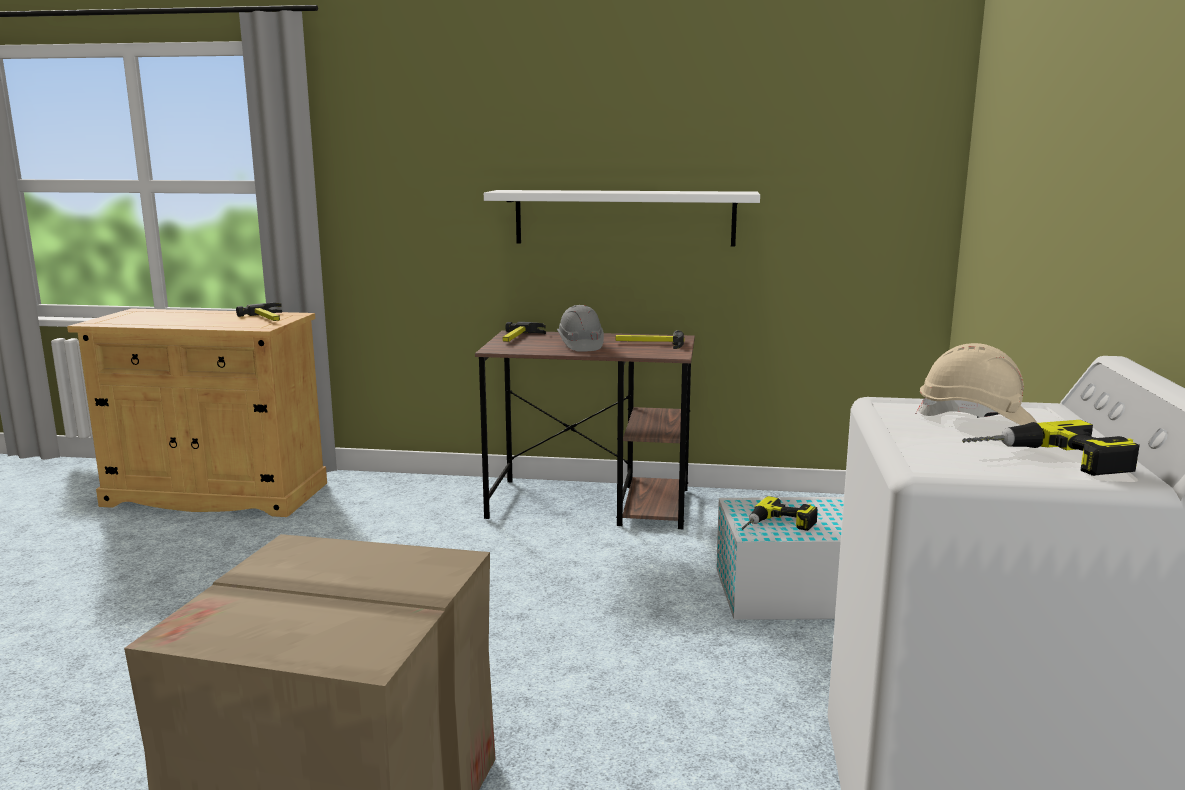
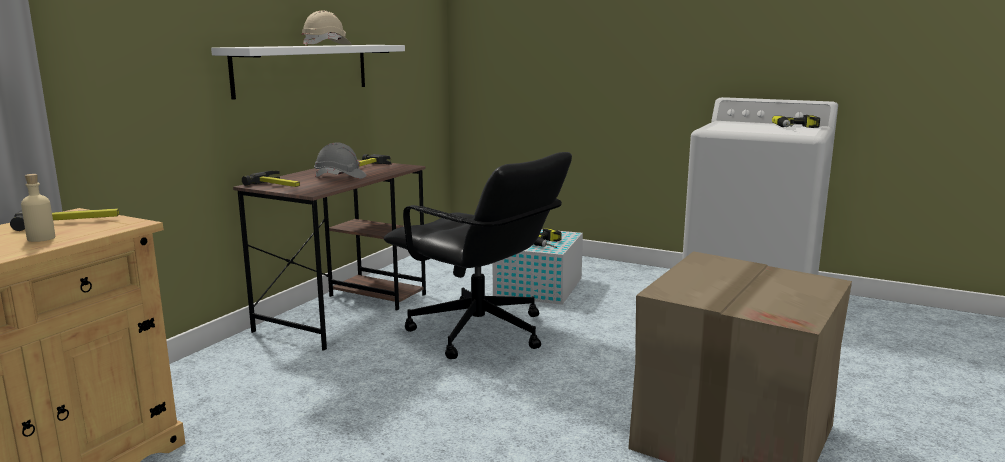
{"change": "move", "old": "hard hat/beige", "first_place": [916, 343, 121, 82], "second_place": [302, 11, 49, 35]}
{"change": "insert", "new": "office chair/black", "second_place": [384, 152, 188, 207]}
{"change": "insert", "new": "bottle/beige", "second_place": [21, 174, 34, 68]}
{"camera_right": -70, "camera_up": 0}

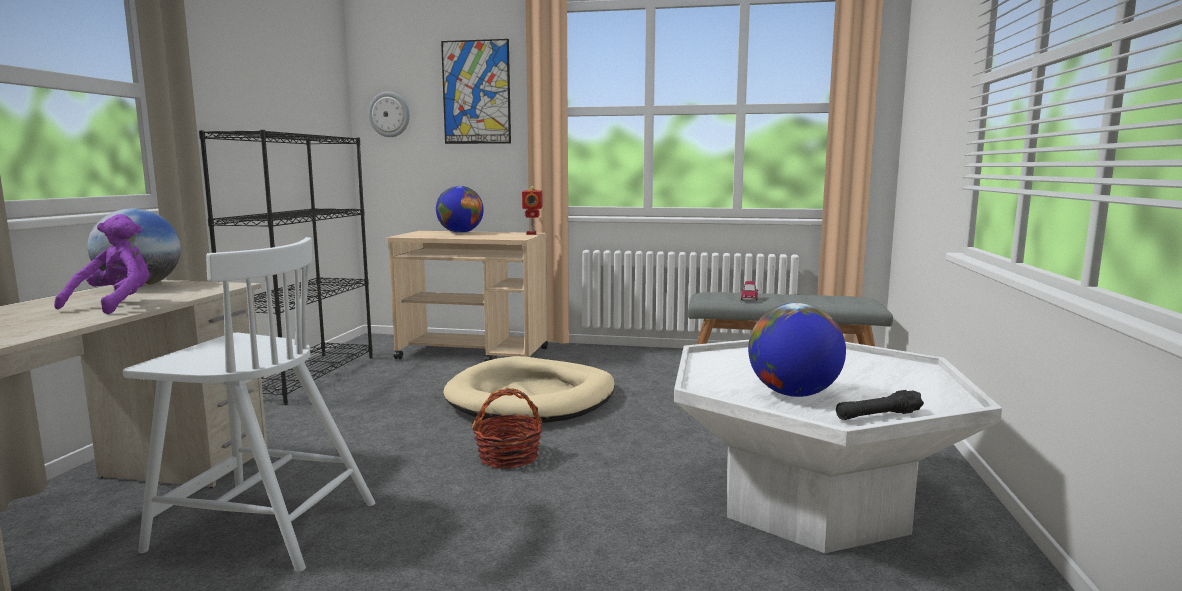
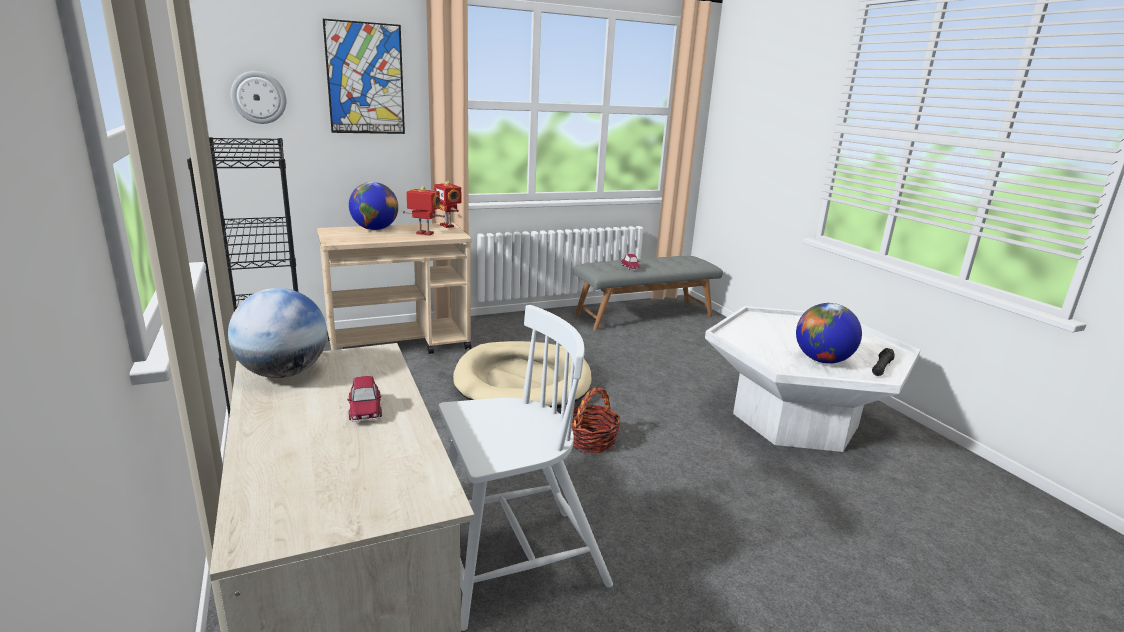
{"change": "replace", "old": "plush toy/purple", "new": "toy car", "first_place": [54, 214, 95, 100], "second_place": [347, 376, 35, 46]}
{"change": "insert", "new": "toy robot", "second_place": [403, 186, 42, 50]}
{"camera_right": -35, "camera_up": 10}

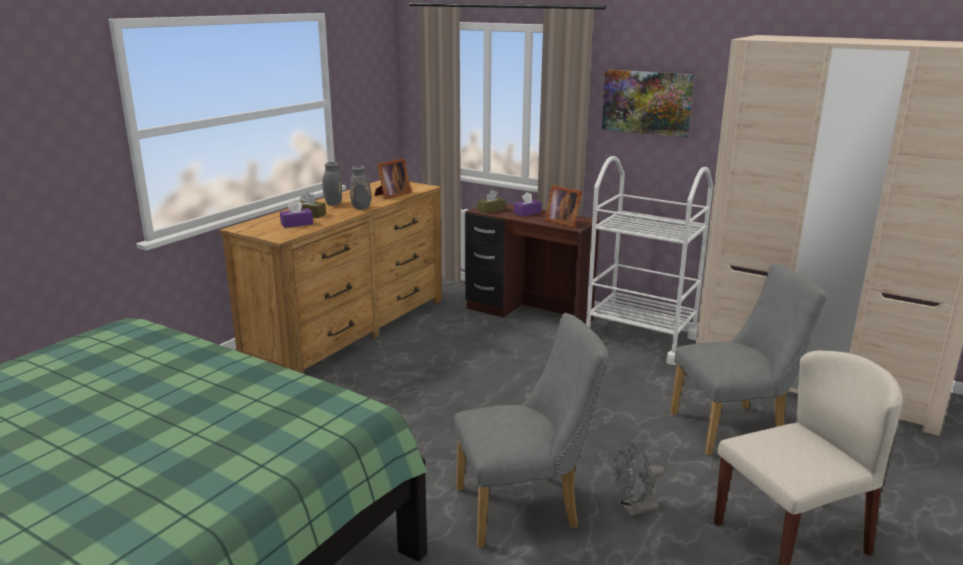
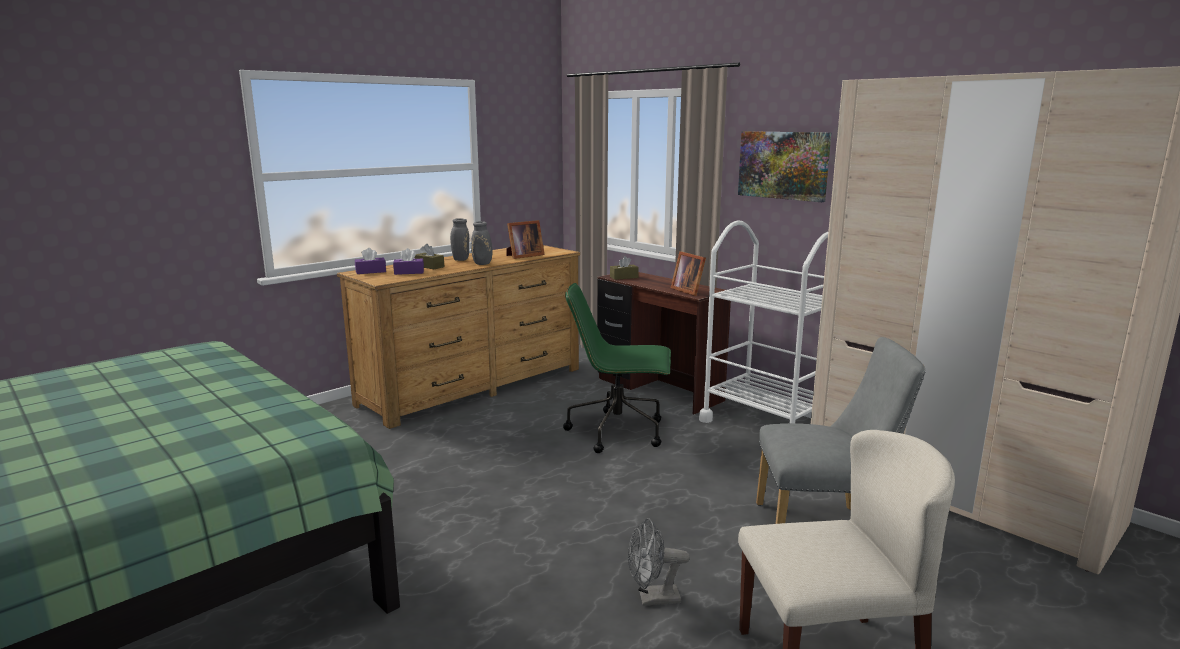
{"change": "move", "old": "tissue box/purple", "first_place": [514, 192, 28, 24], "second_place": [355, 248, 31, 26]}
{"change": "delete", "old": "chair/grey", "first_place": [454, 313, 154, 235]}
{"change": "insert", "new": "office chair/green", "second_place": [563, 283, 108, 170]}
{"camera_right": 15, "camera_up": -5}

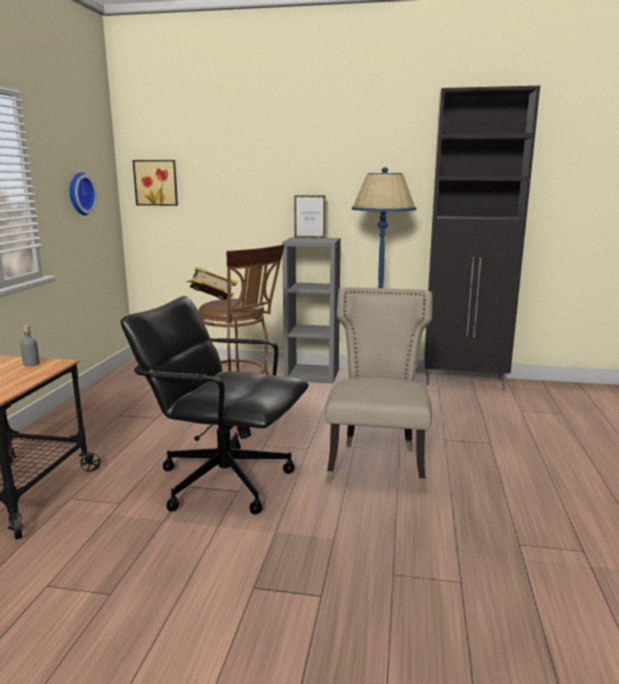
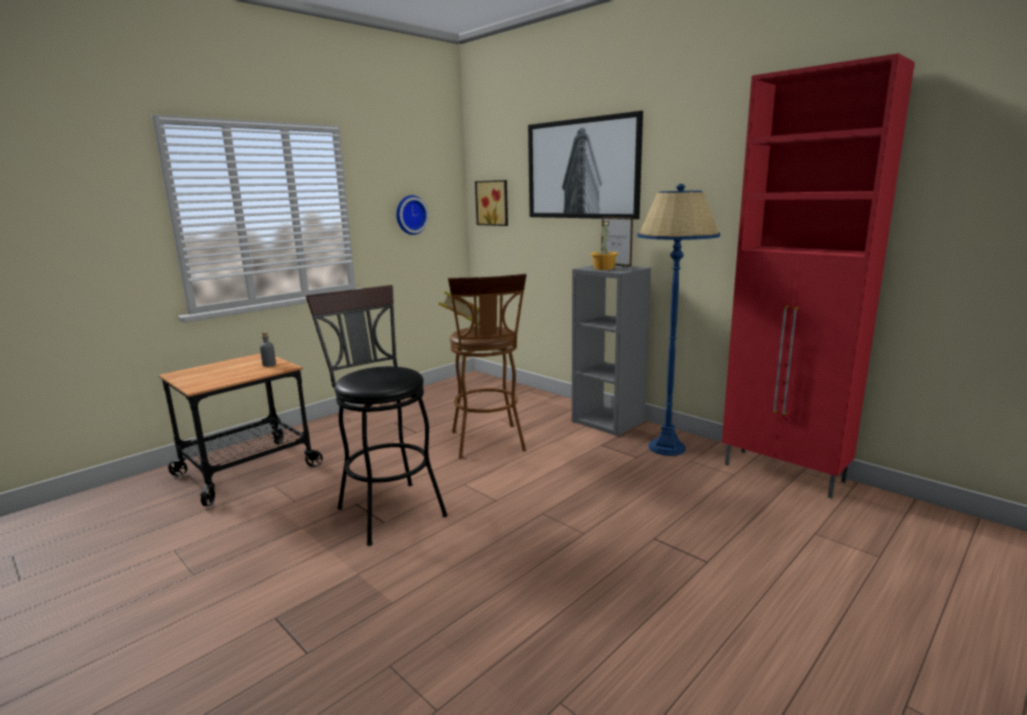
{"change": "recolor", "old": "cabinet/black", "new": "cabinet/red", "first_place": [424, 86, 116, 304], "second_place": [722, 53, 193, 445]}
{"change": "delete", "old": "chair/beige", "first_place": [325, 287, 107, 205]}
{"change": "replace", "old": "office chair/black", "new": "stool/black", "first_place": [121, 296, 188, 218], "second_place": [306, 285, 142, 261]}
{"change": "insert", "new": "picture", "second_place": [528, 111, 115, 108]}
{"change": "insert", "new": "potted plant", "second_place": [590, 221, 28, 49]}
{"camera_right": 35, "camera_up": 0}

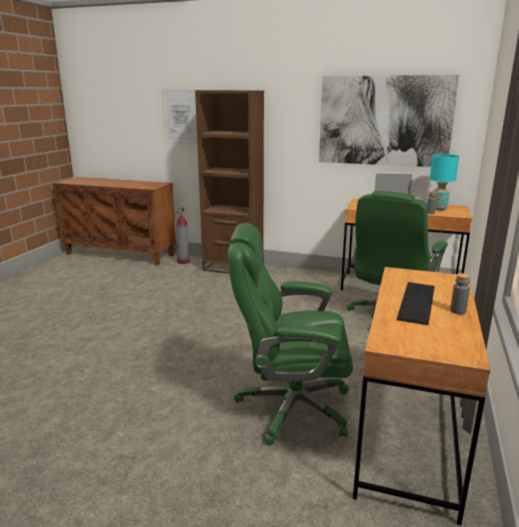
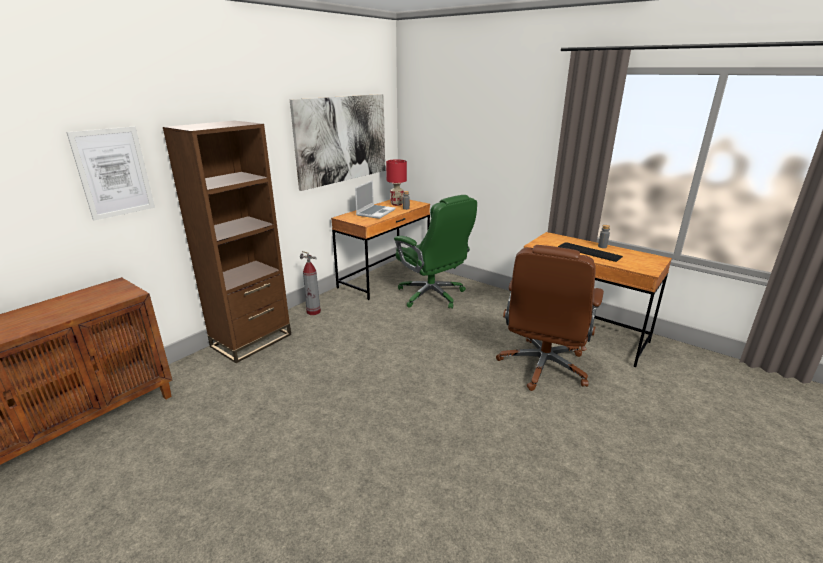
{"change": "recolor", "old": "table lamp/turquoise", "new": "table lamp/red", "first_place": [430, 154, 29, 56], "second_place": [386, 159, 21, 47]}
{"change": "move", "old": "fire extinguisher", "first_place": [176, 206, 14, 58], "second_place": [300, 251, 21, 64]}
{"change": "recolor", "old": "office chair/green", "new": "office chair/brown", "first_place": [228, 223, 125, 222], "second_place": [496, 245, 108, 146]}
{"camera_right": -70, "camera_up": 5}

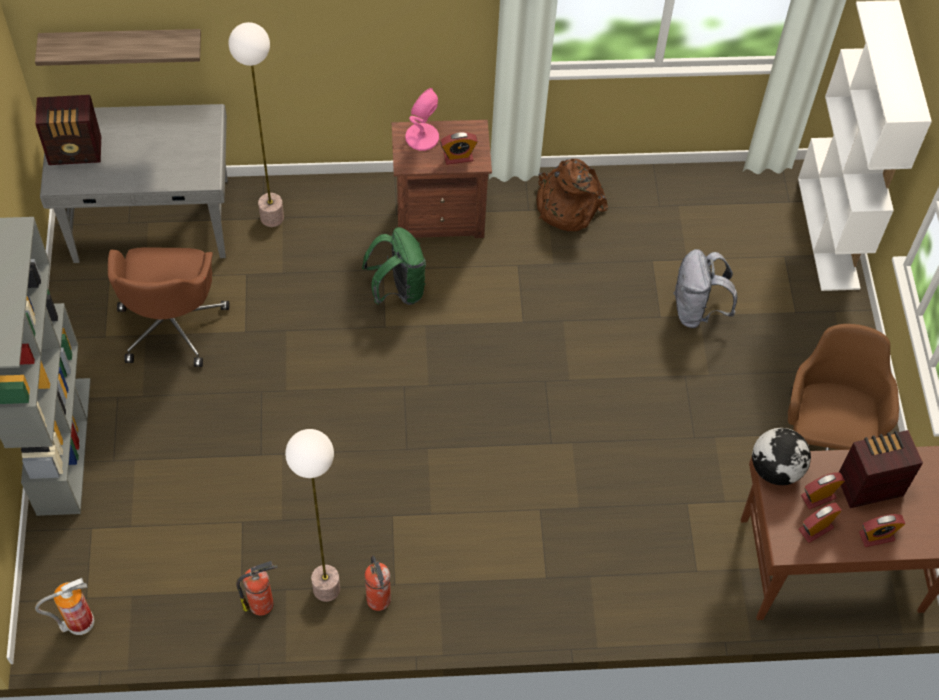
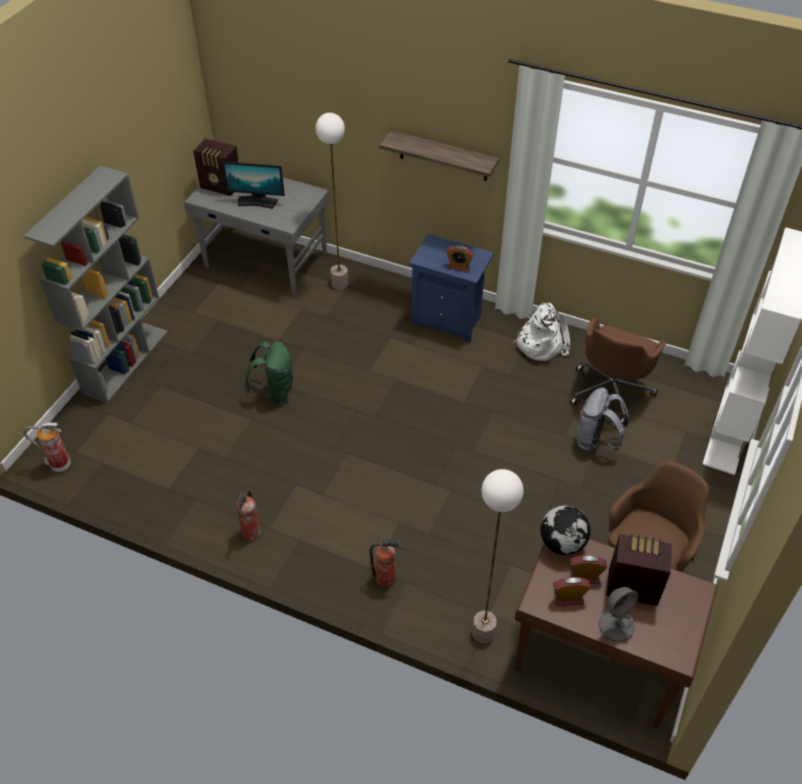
{"change": "move", "old": "shelf", "first_place": [35, 29, 166, 37], "second_place": [379, 131, 120, 50]}
{"change": "delete", "old": "table lamp/pink", "first_place": [405, 88, 34, 63]}
{"change": "recolor", "old": "nightstand/brown", "new": "nightstand/blue", "first_place": [392, 120, 100, 118], "second_place": [409, 234, 85, 108]}
{"change": "recolor", "old": "backpack/brown", "new": "backpack/white", "first_place": [536, 159, 72, 72], "second_place": [514, 302, 56, 59]}
{"change": "move", "old": "backpack/green", "first_place": [362, 227, 64, 78], "second_place": [245, 341, 48, 64]}
{"change": "move", "old": "office chair/brown", "first_place": [108, 247, 121, 120], "second_place": [570, 317, 96, 107]}
{"change": "move", "old": "floor lamp", "first_place": [285, 429, 55, 173], "second_place": [472, 469, 52, 174]}
{"change": "replace", "old": "alarm clock", "new": "table lamp/grey", "first_place": [859, 514, 46, 33], "second_place": [599, 587, 39, 55]}
{"change": "move", "old": "fire extinguisher", "first_place": [236, 561, 42, 55], "second_place": [370, 540, 34, 47]}
{"change": "insert", "new": "monitor", "second_place": [222, 161, 63, 48]}
{"camera_right": 30, "camera_up": -10}

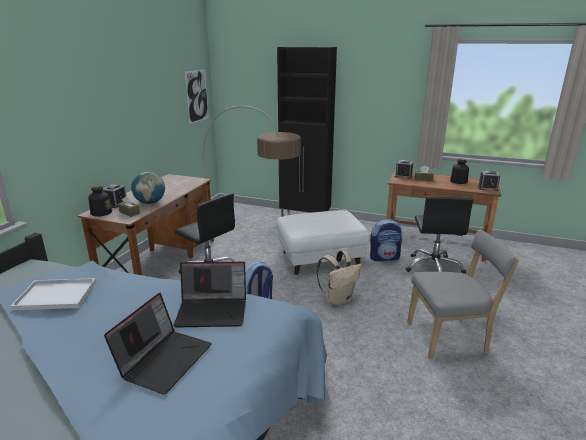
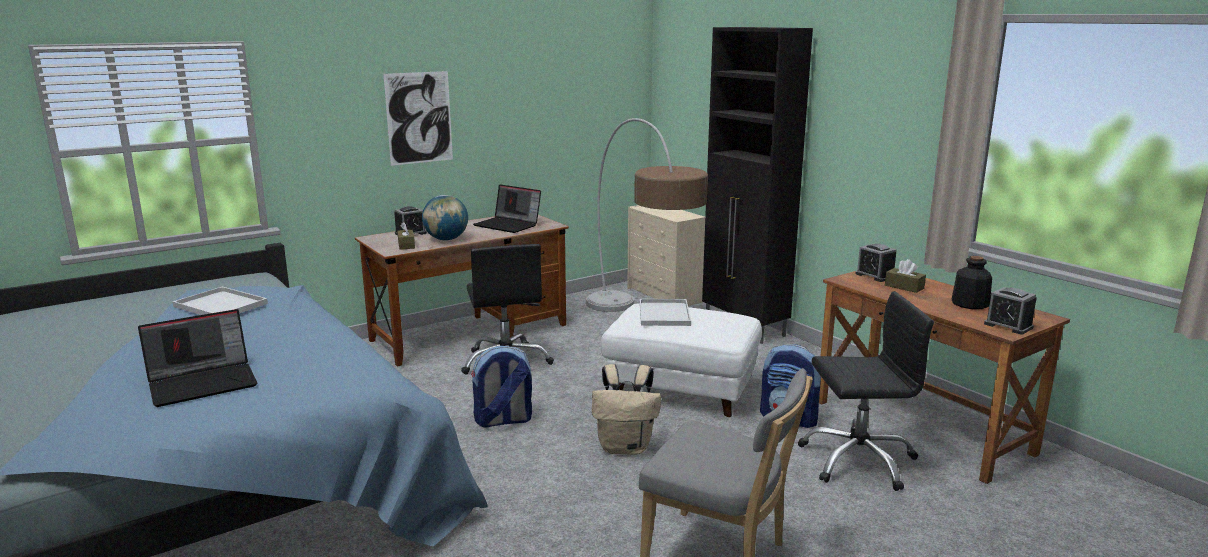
{"change": "move", "old": "picture", "first_place": [185, 69, 24, 55], "second_place": [383, 71, 70, 95]}
{"change": "delete", "old": "bottle", "first_place": [88, 185, 24, 31]}
{"change": "rotate", "old": "office chair/black", "first_place": [406, 196, 68, 78], "second_place": [798, 291, 136, 200], "degrees": -135}
{"change": "move", "old": "laptop", "first_place": [173, 262, 73, 66], "second_place": [473, 184, 68, 49]}
{"change": "insert", "new": "dresser/beige", "second_place": [627, 205, 78, 101]}
{"change": "insert", "new": "tray/white", "second_place": [640, 299, 51, 27]}
{"camera_right": 35, "camera_up": -5}

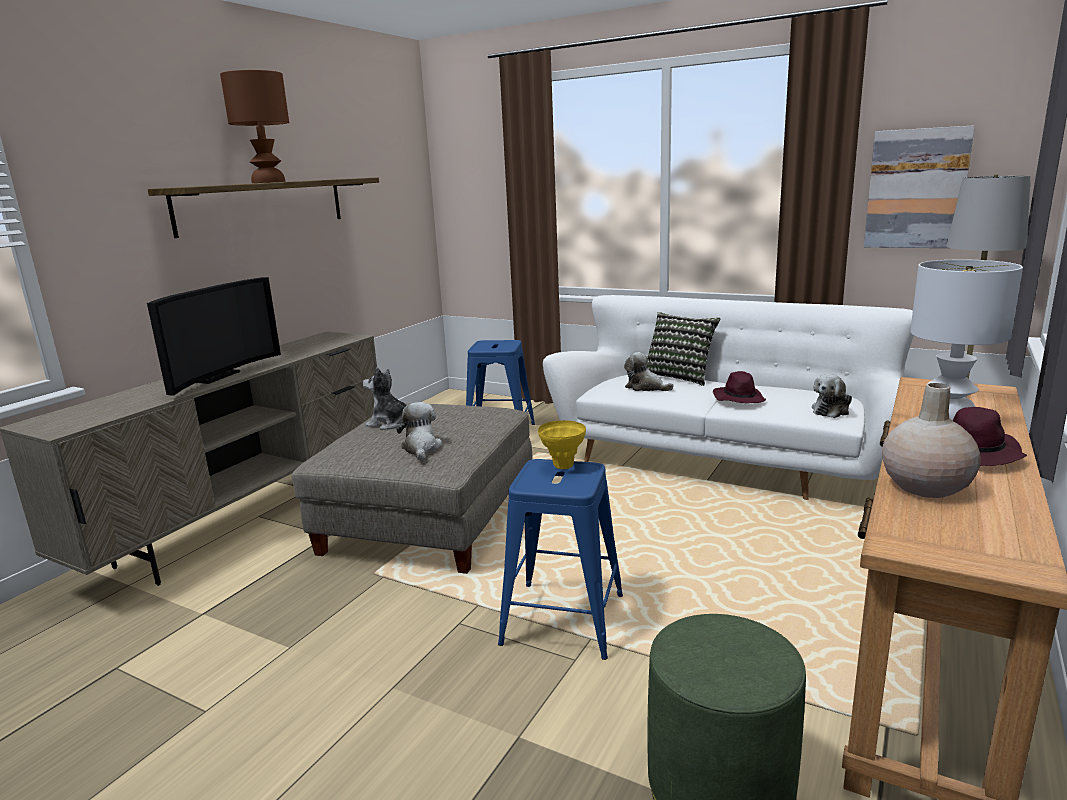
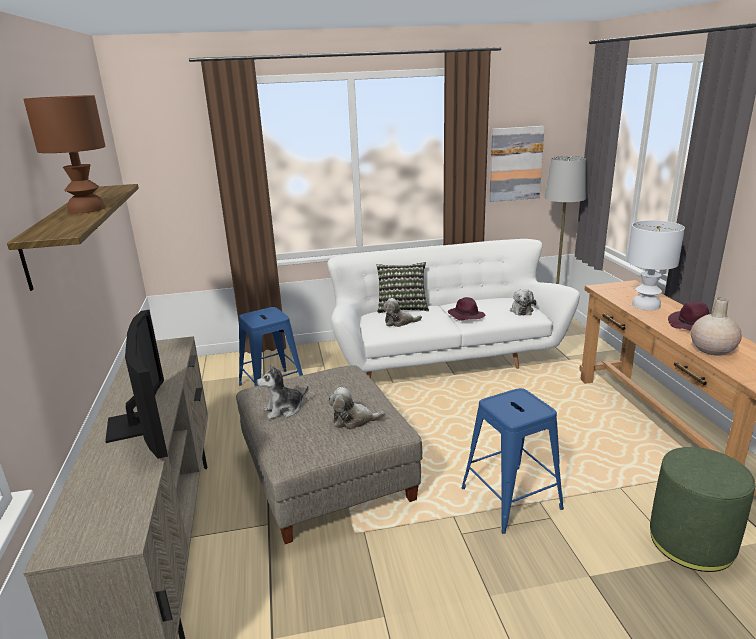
{"change": "rotate", "old": "plush toy", "first_place": [397, 402, 45, 58], "second_place": [328, 387, 57, 43], "degrees": -45}
{"change": "delete", "old": "vase/yellow", "first_place": [538, 420, 48, 49]}
{"camera_right": -40, "camera_up": 5}

